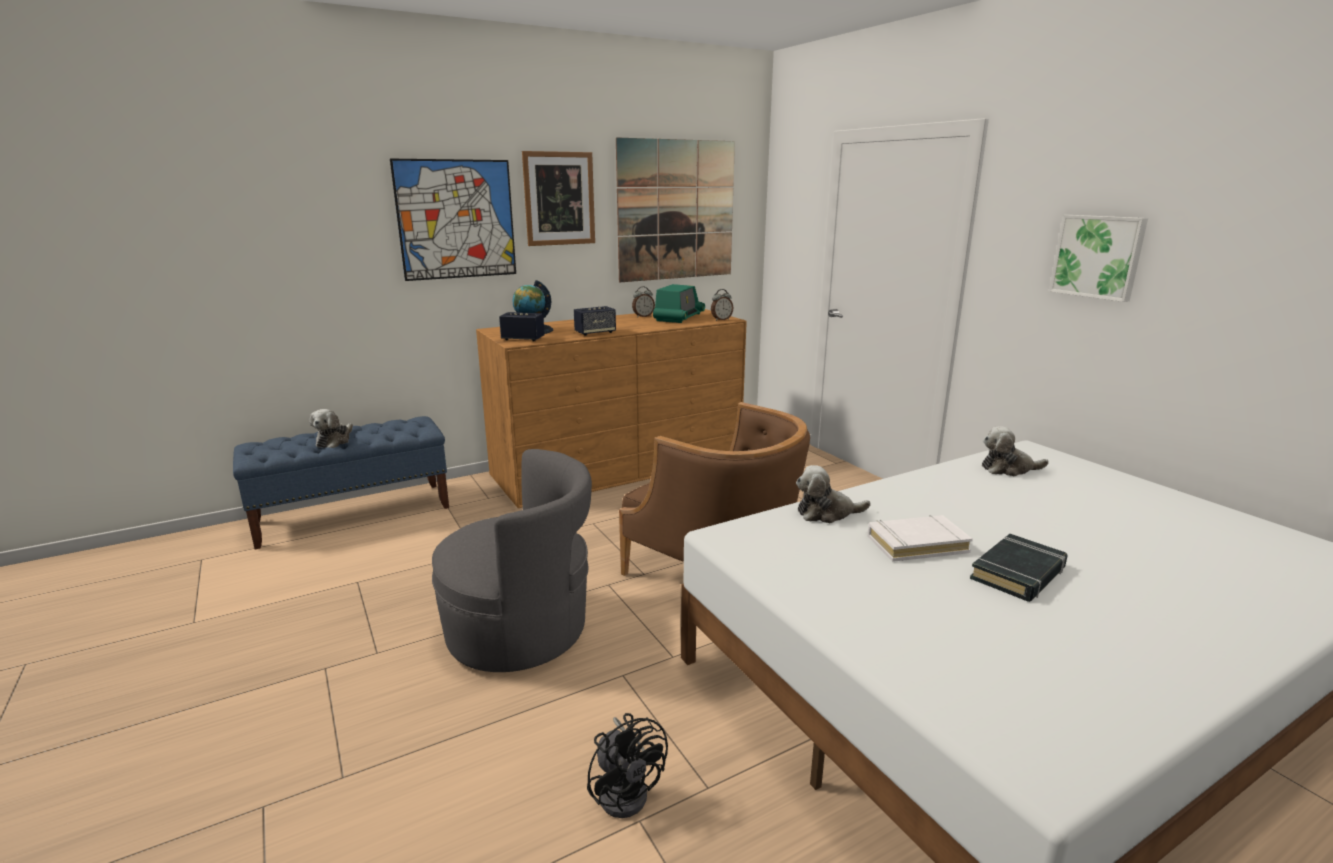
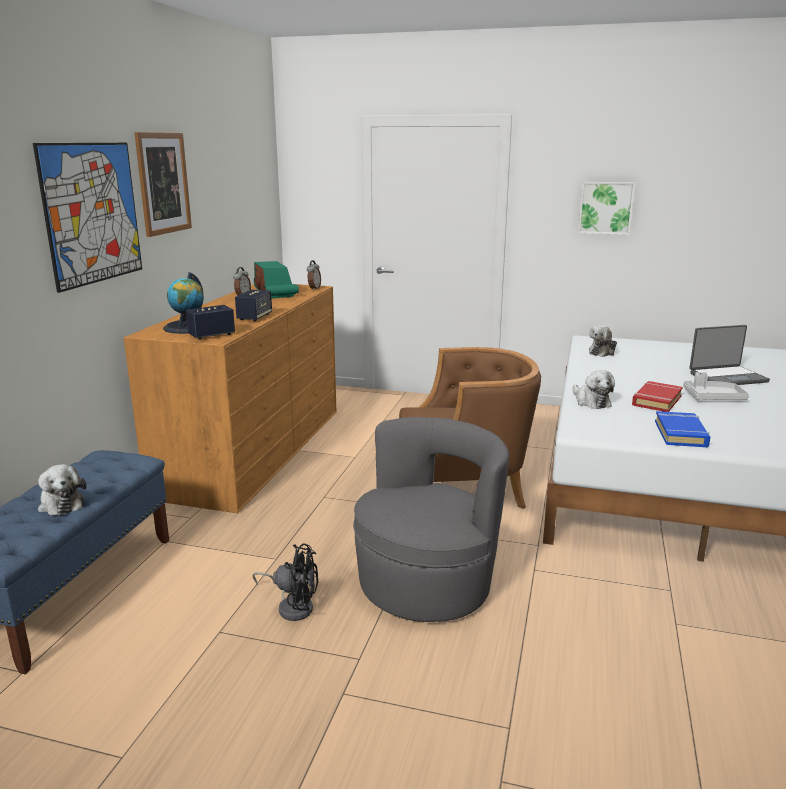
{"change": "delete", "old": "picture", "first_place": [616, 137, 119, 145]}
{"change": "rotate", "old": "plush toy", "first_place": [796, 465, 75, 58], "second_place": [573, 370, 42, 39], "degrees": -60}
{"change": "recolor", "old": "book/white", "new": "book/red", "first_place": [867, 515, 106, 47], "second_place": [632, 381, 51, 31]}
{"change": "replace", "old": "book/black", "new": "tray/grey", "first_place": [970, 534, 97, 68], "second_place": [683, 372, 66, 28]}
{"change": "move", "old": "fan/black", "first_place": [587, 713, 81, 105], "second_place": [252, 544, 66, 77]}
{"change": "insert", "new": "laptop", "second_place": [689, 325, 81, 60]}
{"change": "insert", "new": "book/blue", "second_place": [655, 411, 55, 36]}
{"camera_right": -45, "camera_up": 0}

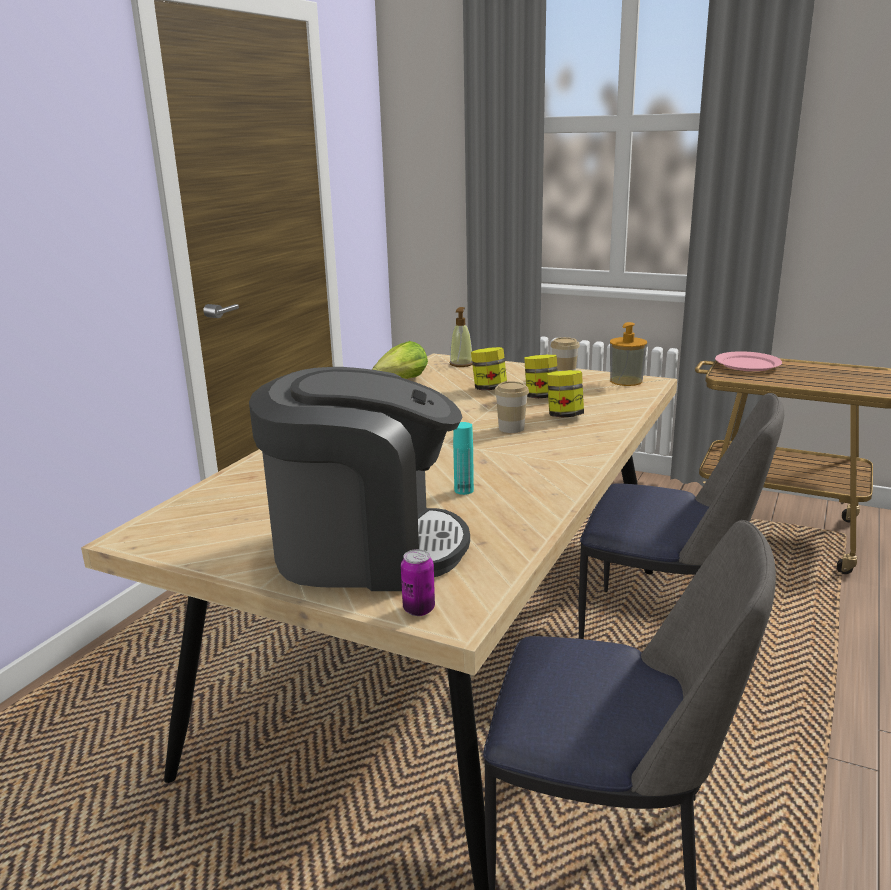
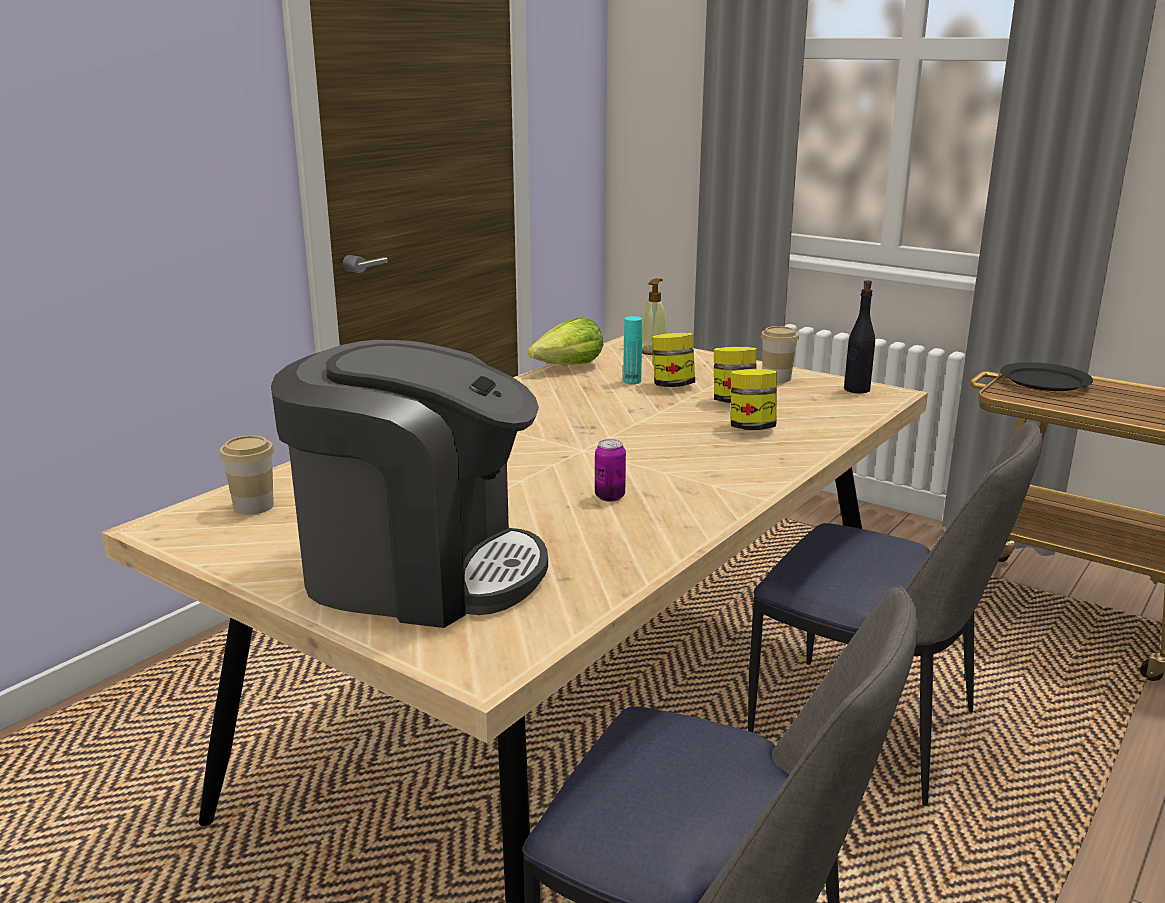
{"change": "replace", "old": "soap dispenser", "new": "bottle/black", "first_place": [610, 322, 37, 64], "second_place": [844, 280, 31, 113]}
{"change": "recolor", "old": "plate/pink", "new": "plate/black", "first_place": [715, 351, 67, 20], "second_place": [1000, 362, 93, 29]}
{"change": "move", "old": "cup", "first_place": [494, 381, 35, 52], "second_place": [220, 435, 54, 80]}
{"change": "move", "old": "bottle/turquoise", "first_place": [453, 422, 21, 73], "second_place": [623, 316, 19, 68]}
{"change": "move", "old": "can", "first_place": [401, 549, 34, 67], "second_place": [595, 439, 31, 63]}
{"camera_right": 10, "camera_up": 0}

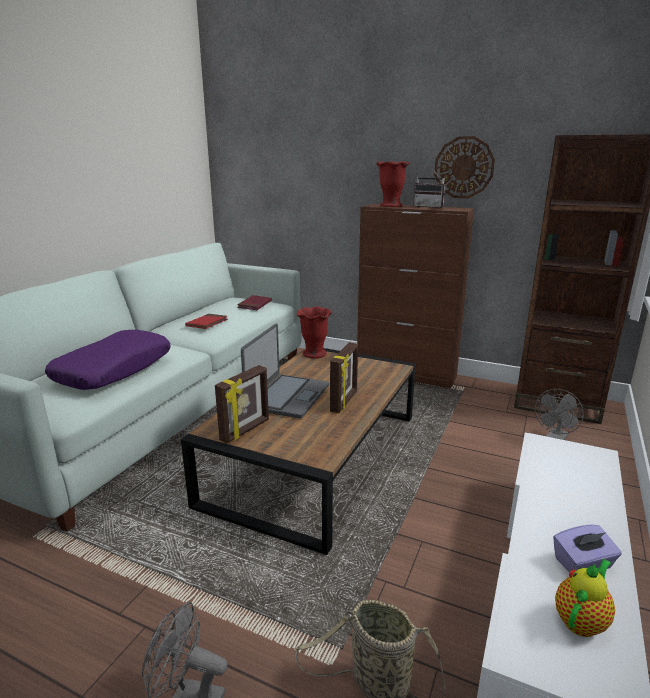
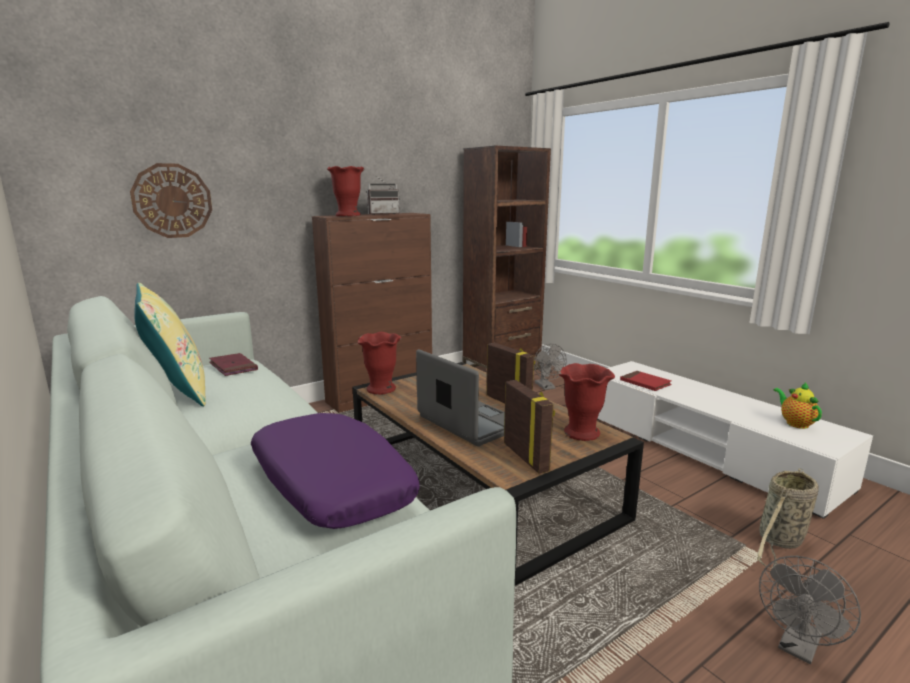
{"change": "move", "old": "wall clock", "first_place": [434, 136, 61, 62], "second_place": [130, 163, 82, 75]}
{"change": "move", "old": "book/red", "first_place": [185, 314, 43, 15], "second_place": [620, 371, 52, 20]}
{"change": "delete", "old": "tissue box/purple", "first_place": [553, 524, 69, 48]}
{"change": "insert", "new": "pillow/yellow", "second_place": [134, 283, 72, 123]}
{"change": "insert", "new": "vase/red", "second_place": [559, 363, 56, 78]}
{"camera_right": -60, "camera_up": -5}

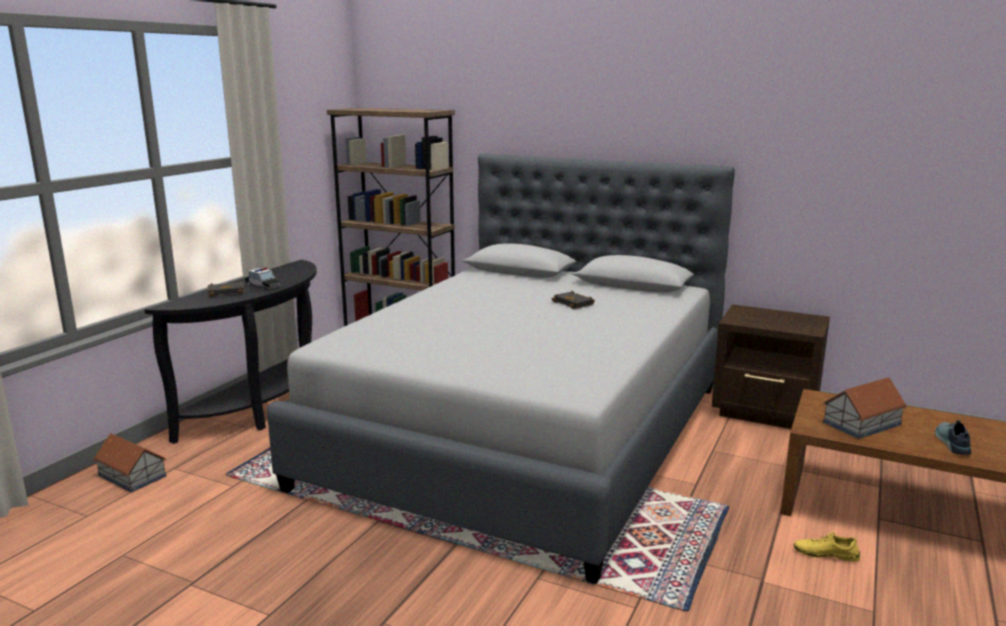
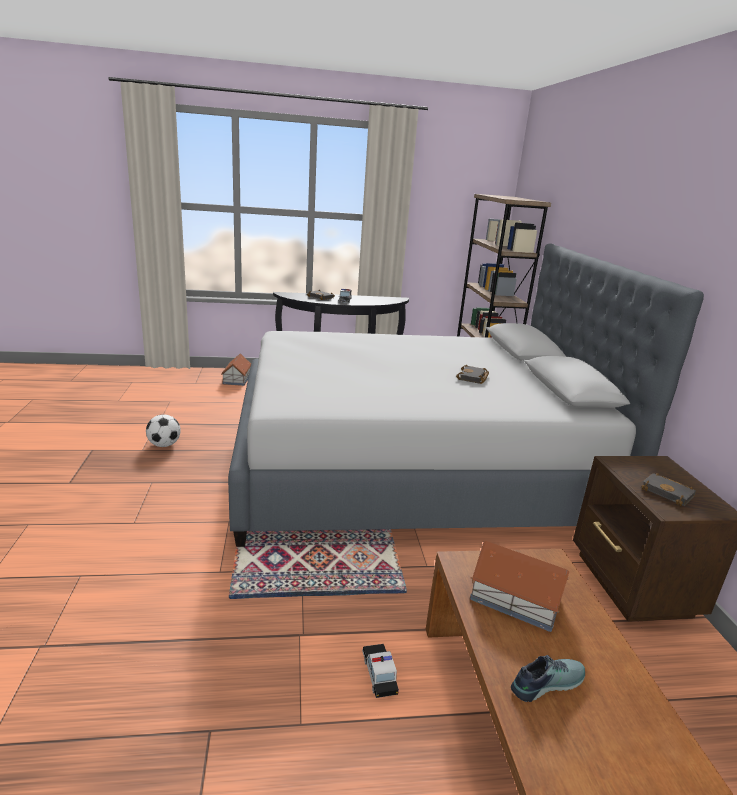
{"change": "replace", "old": "shoe/yellow", "new": "toy car", "first_place": [793, 532, 67, 30], "second_place": [362, 644, 37, 54]}
{"change": "insert", "new": "football", "second_place": [146, 414, 35, 33]}
{"change": "insert", "new": "book/black", "second_place": [641, 473, 55, 33]}
{"camera_right": 55, "camera_up": 5}

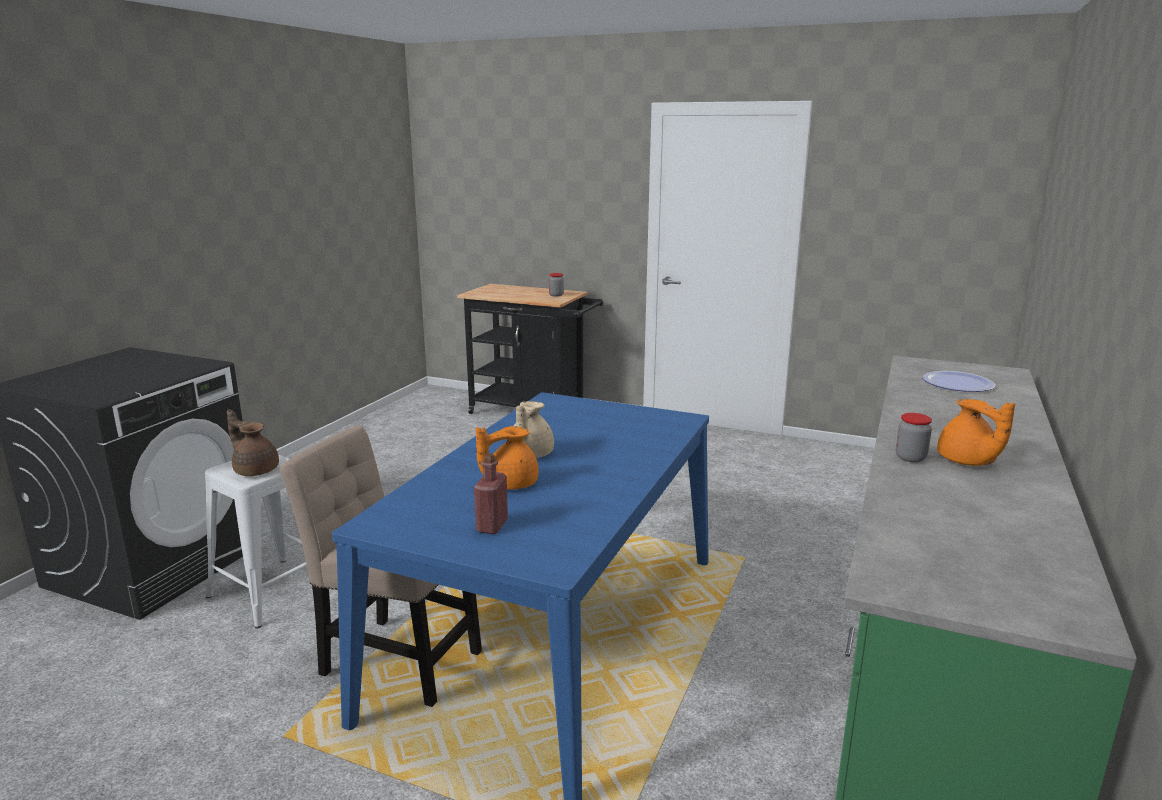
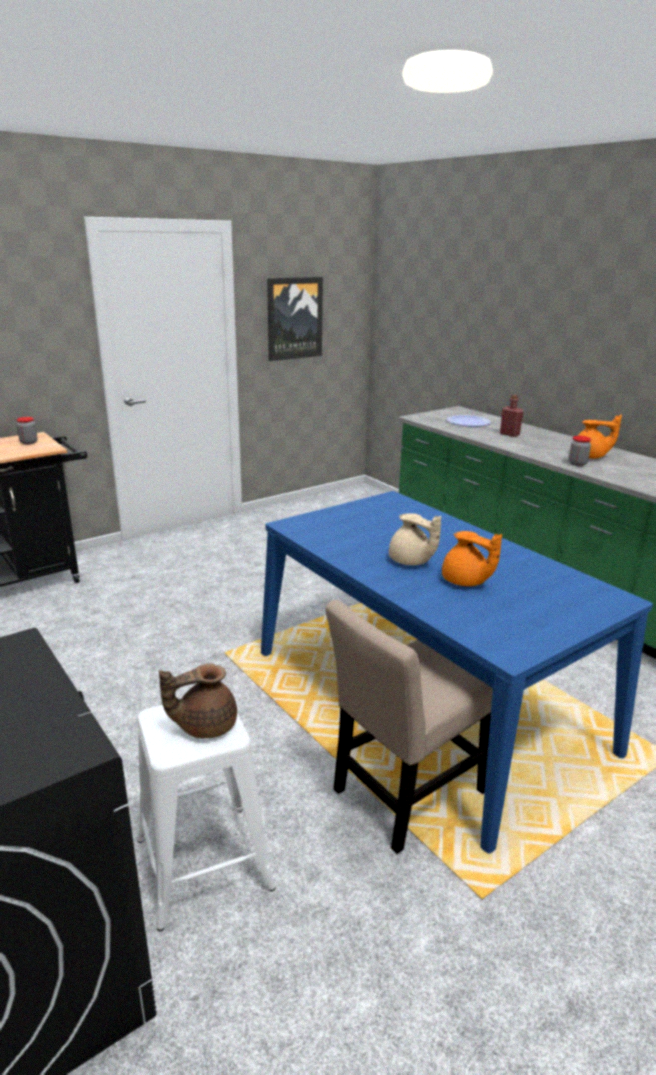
{"change": "rotate", "old": "teapot/orange", "first_place": [476, 426, 63, 63], "second_place": [442, 531, 60, 55], "degrees": -45}
{"change": "move", "old": "bottle/red", "first_place": [474, 453, 34, 81], "second_place": [500, 395, 24, 42]}
{"change": "insert", "new": "picture", "second_place": [267, 277, 56, 84]}
{"camera_right": -60, "camera_up": 5}

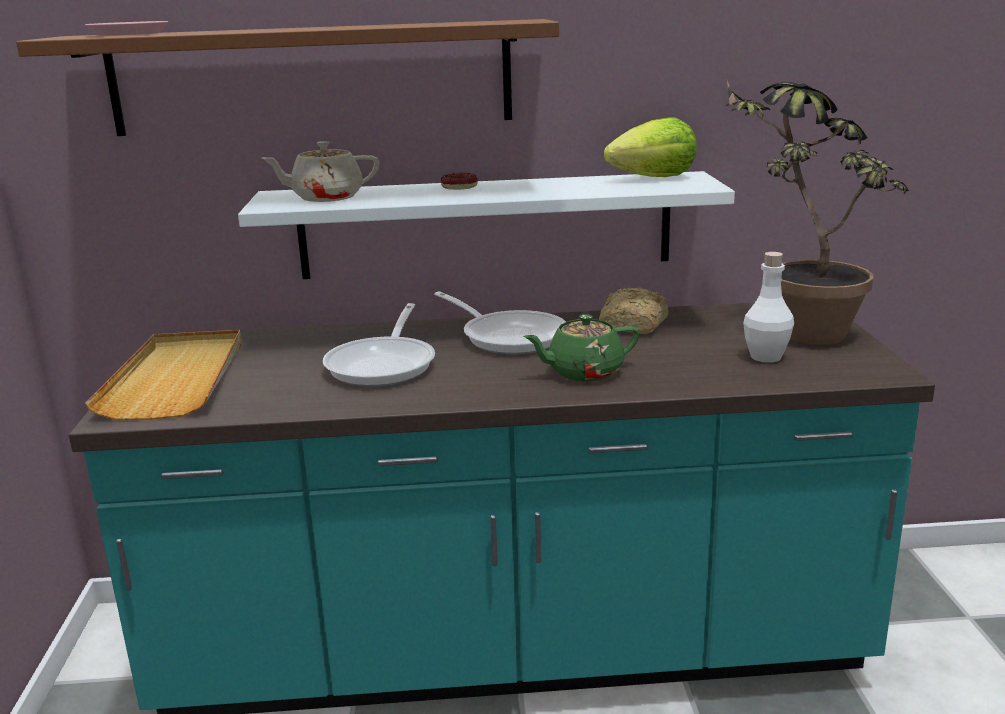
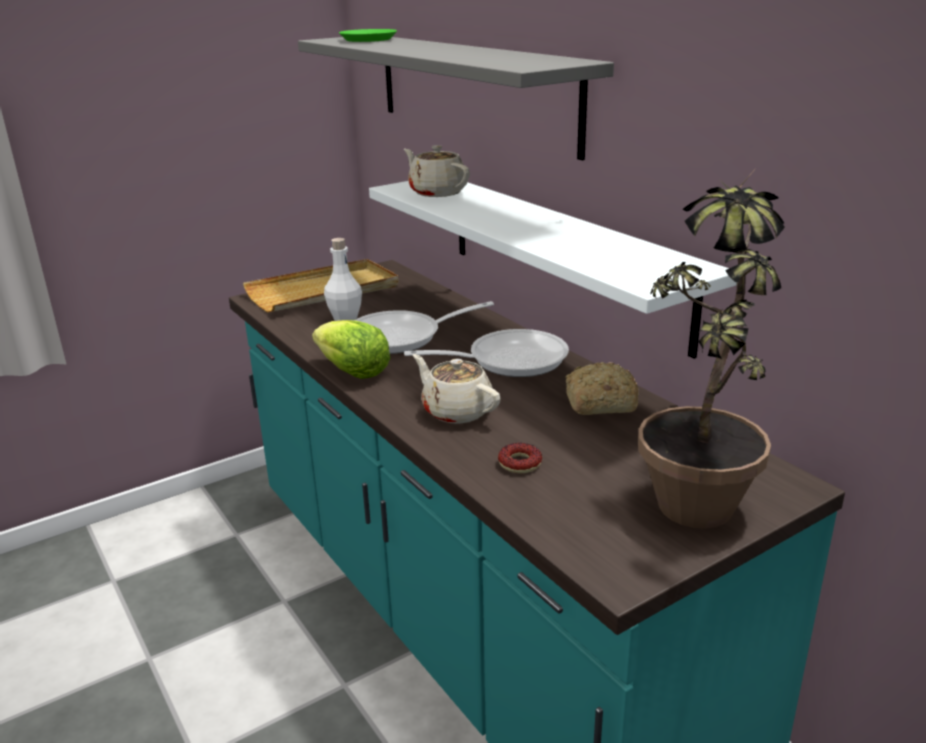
{"change": "recolor", "old": "shelf/brown", "new": "shelf/grey", "first_place": [16, 19, 543, 117], "second_place": [298, 37, 316, 123]}
{"change": "recolor", "old": "plate/pink", "new": "plate/green", "first_place": [85, 21, 83, 15], "second_place": [339, 29, 58, 13]}
{"change": "move", "old": "lettuce", "first_place": [604, 118, 93, 59], "second_place": [312, 320, 78, 59]}
{"change": "move", "old": "donut", "first_place": [441, 173, 37, 17], "second_place": [498, 443, 44, 30]}
{"change": "move", "old": "bottle/white", "first_place": [743, 252, 51, 111], "second_place": [324, 238, 38, 83]}
{"change": "rotate", "old": "frying pan", "first_place": [434, 291, 132, 63], "second_place": [404, 329, 165, 48], "degrees": -120}
{"change": "recolor", "old": "teapot/green", "new": "teapot/beige", "first_place": [523, 314, 117, 67], "second_place": [413, 354, 88, 70]}
{"camera_right": 60, "camera_up": 5}

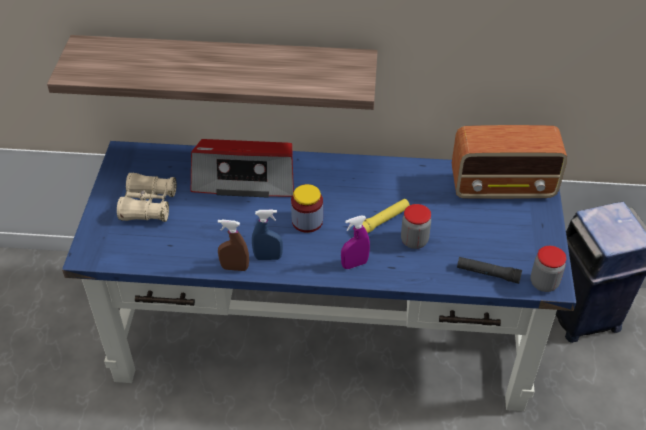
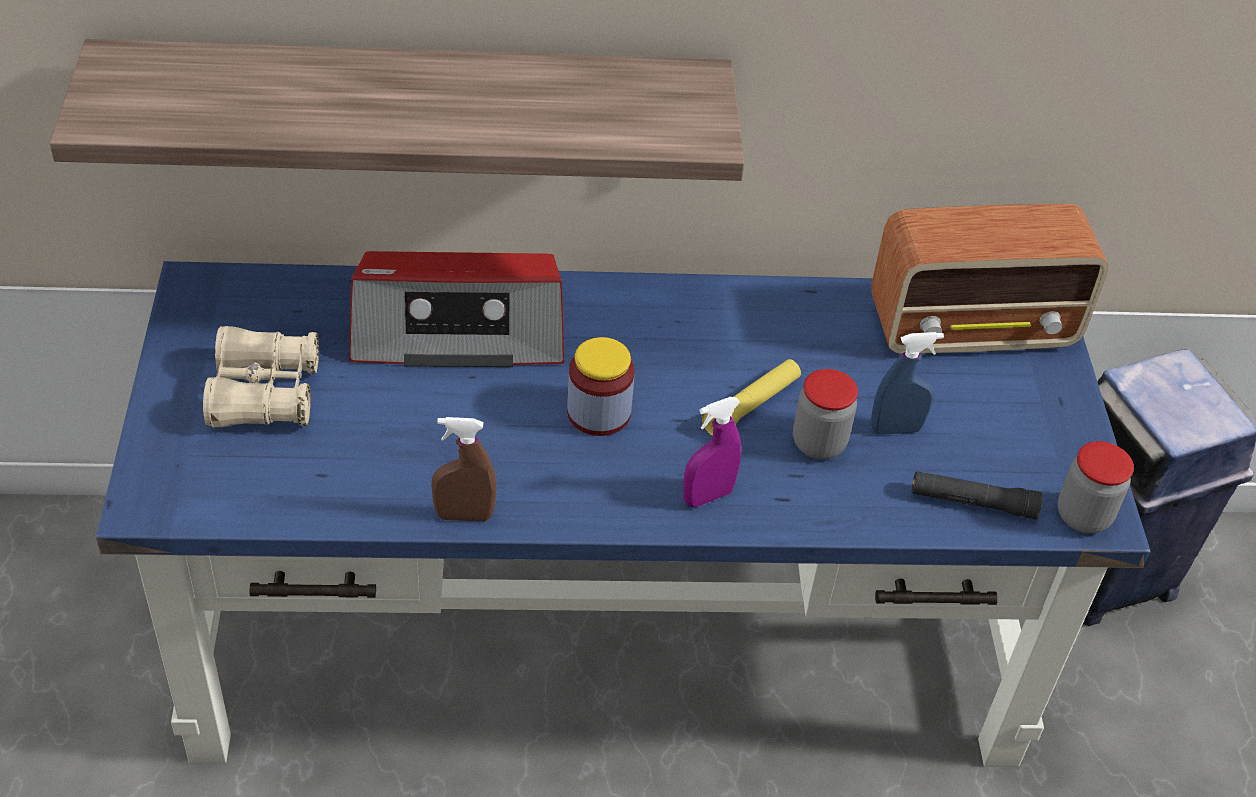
{"change": "move", "old": "spray bottle/blue", "first_place": [252, 210, 31, 50], "second_place": [871, 332, 73, 103]}
{"camera_right": -10, "camera_up": 0}

